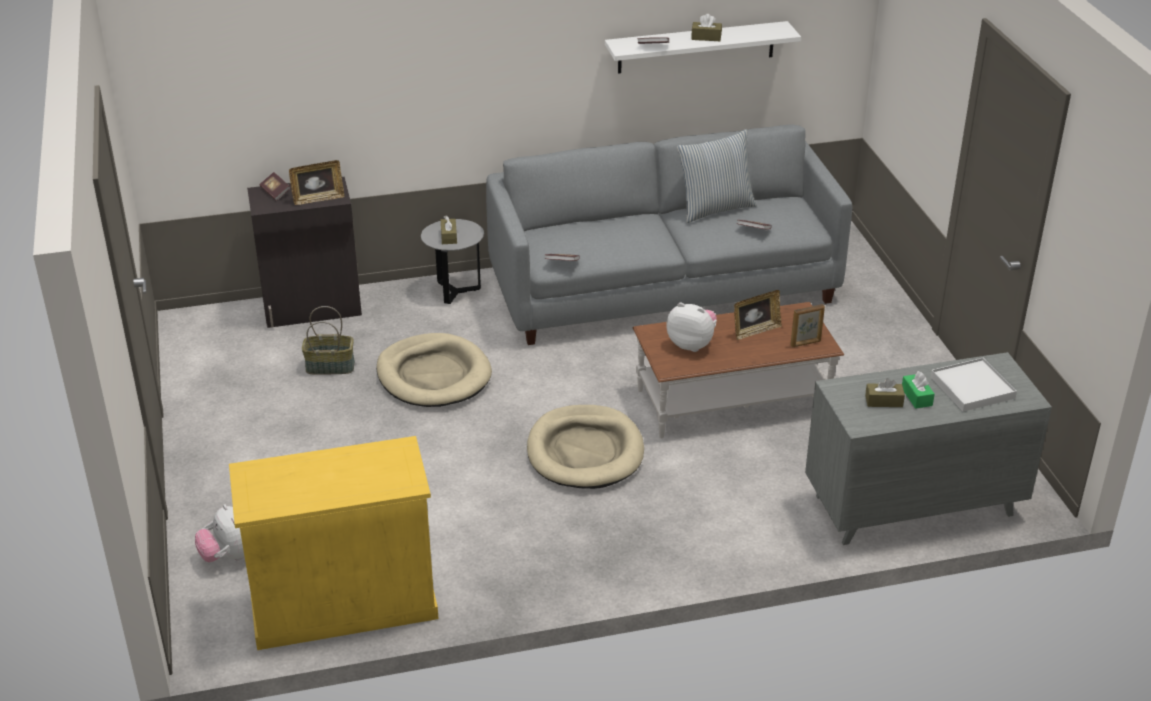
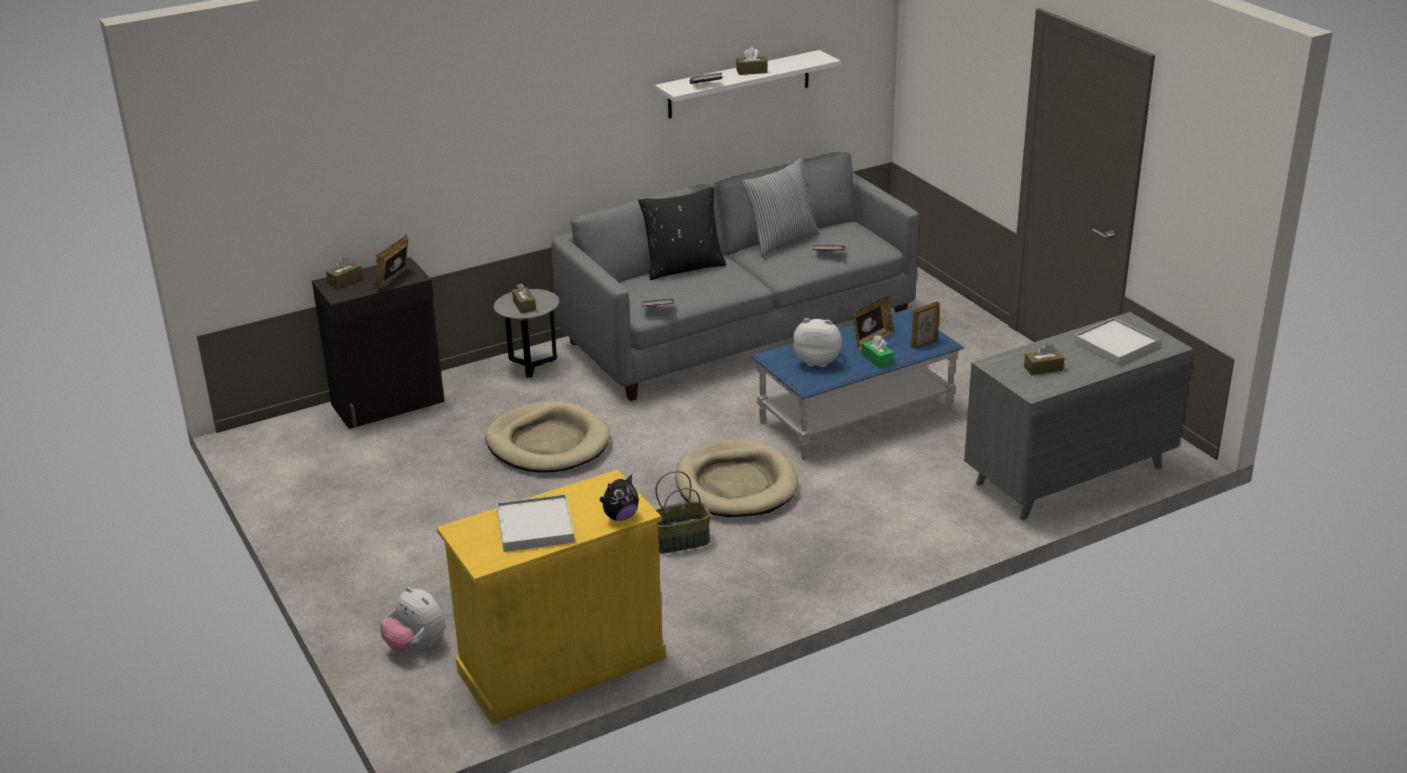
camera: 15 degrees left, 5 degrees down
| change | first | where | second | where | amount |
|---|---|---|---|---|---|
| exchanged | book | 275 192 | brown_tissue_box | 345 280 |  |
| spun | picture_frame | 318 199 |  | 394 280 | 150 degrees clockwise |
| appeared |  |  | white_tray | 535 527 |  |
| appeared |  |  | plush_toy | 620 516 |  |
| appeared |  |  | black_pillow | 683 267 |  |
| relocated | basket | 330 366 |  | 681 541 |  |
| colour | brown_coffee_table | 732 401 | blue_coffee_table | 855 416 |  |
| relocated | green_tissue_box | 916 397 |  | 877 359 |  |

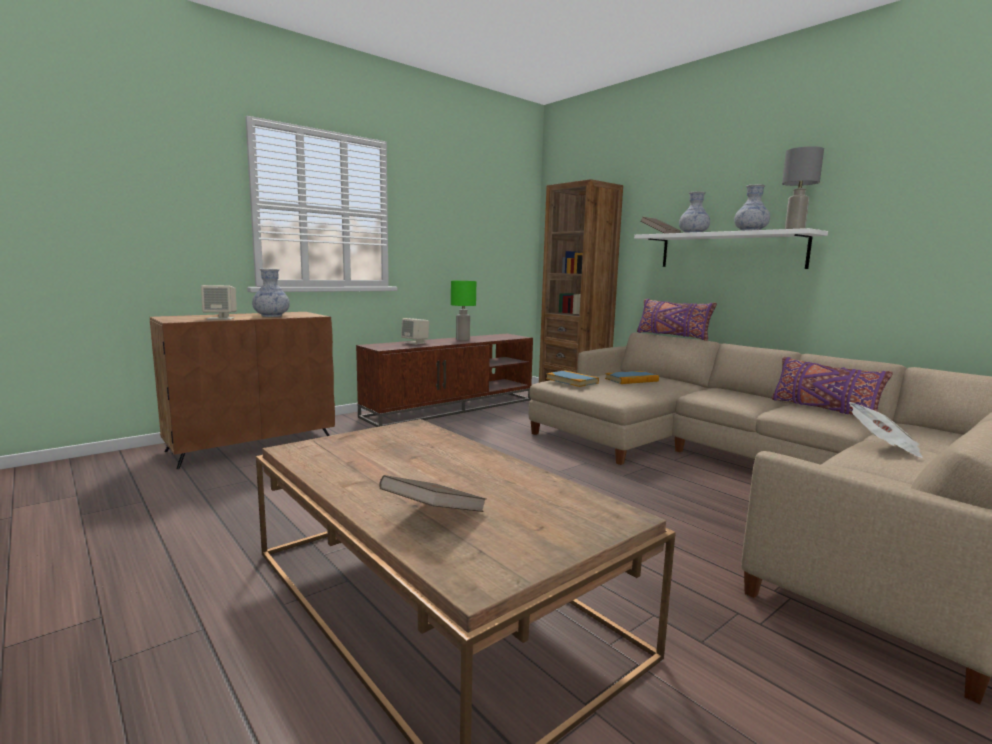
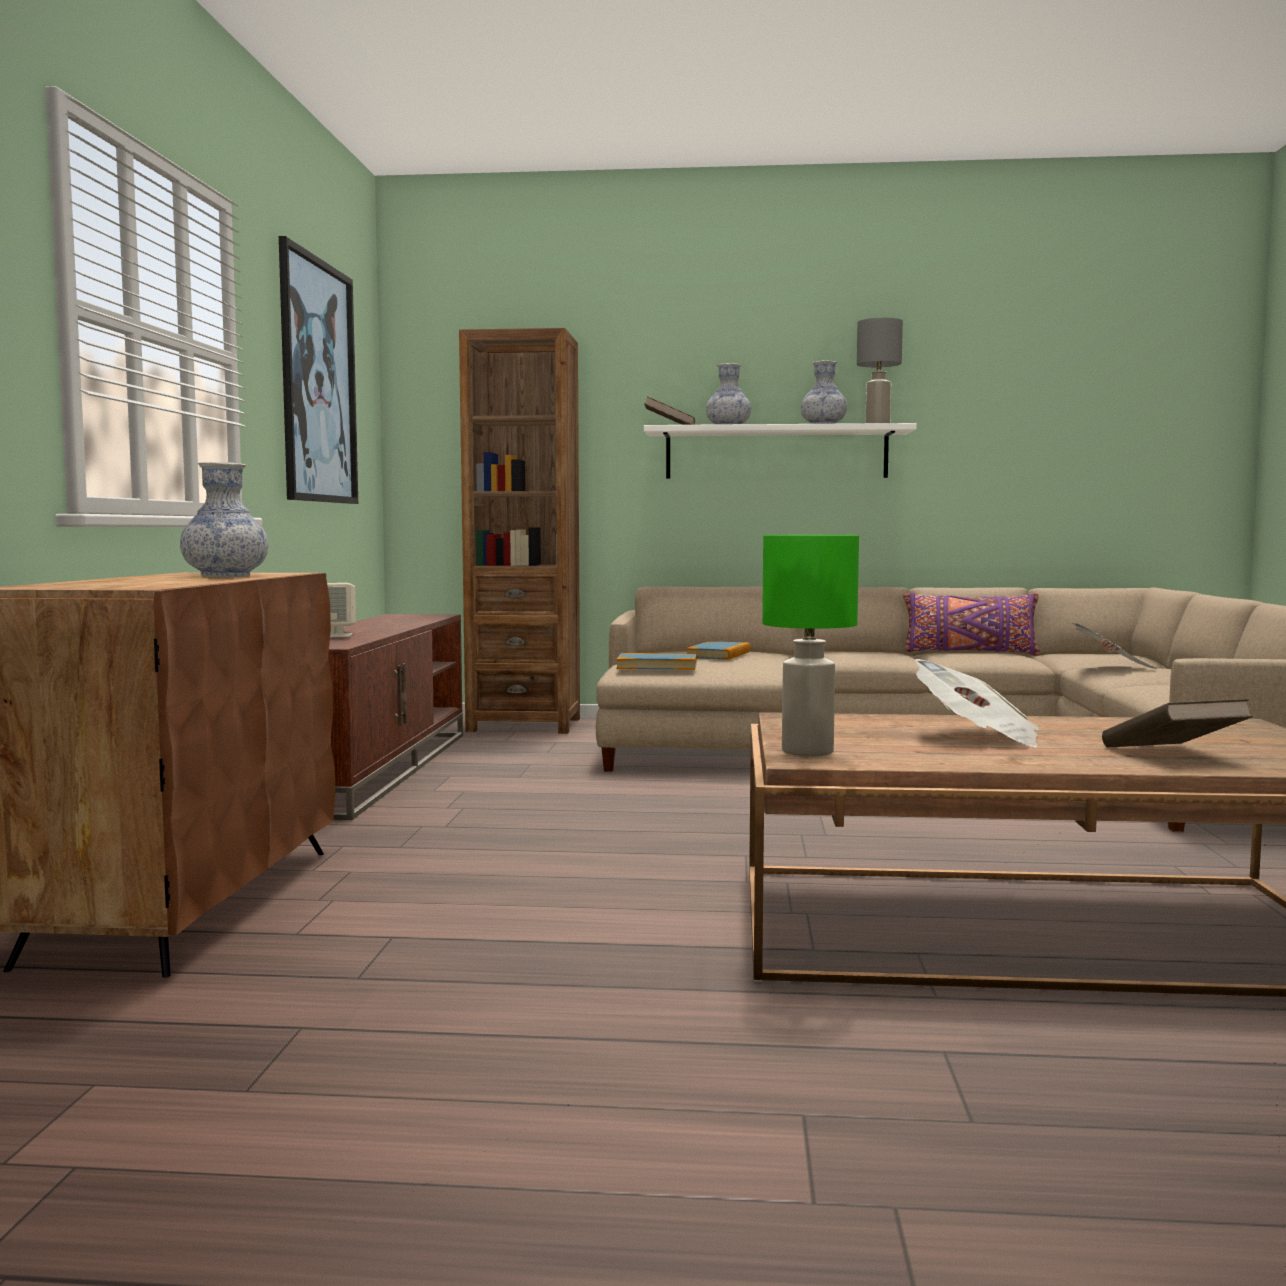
camera: 45 degrees left, 5 degrees down
| change | first | where | second | where | amount |
|---|---|---|---|---|---|
| appeared |  |  | picture | 318 382 |  |
| relocated | green_table_lamp | 462 339 |  | 808 752 |  |
| appeared |  |  | newspaper | 978 737 |  |
| missing | beige_speaker | 221 318 |  |  |  |
| missing | purple_pillow | 672 336 |  |  |  |

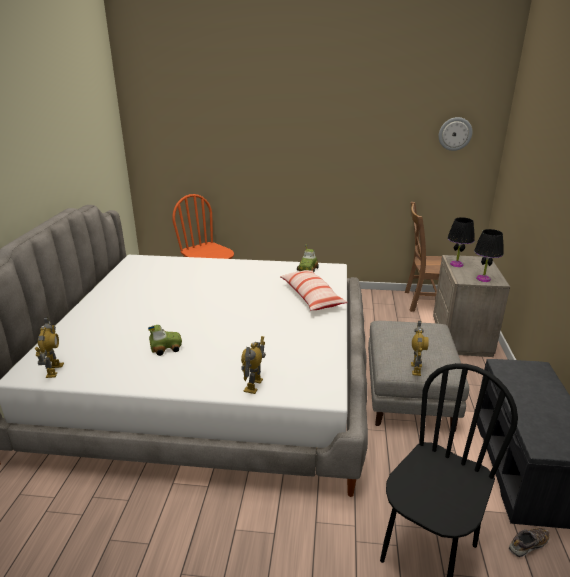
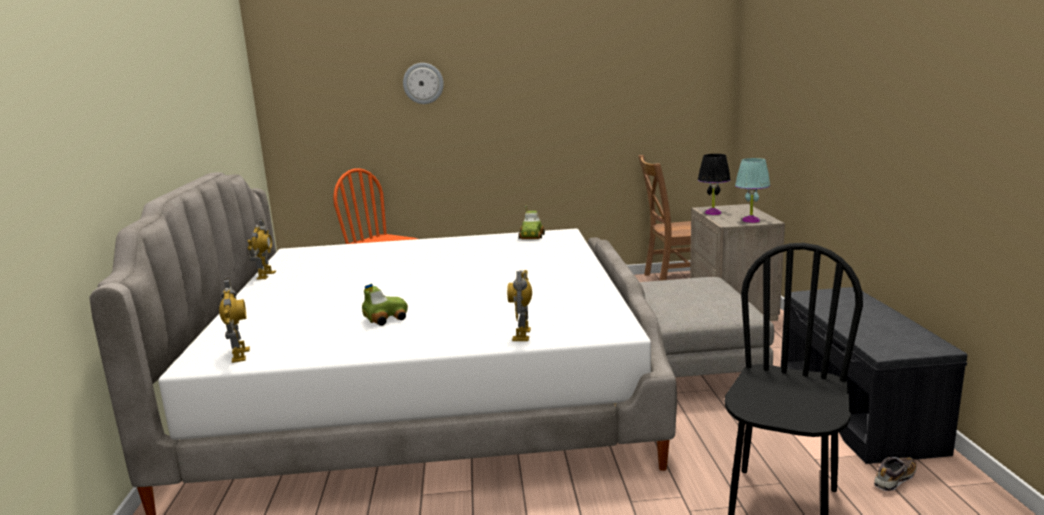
camera: 10 degrees left, 10 degrees down
| change | first | where | second | where | amount |
|---|---|---|---|---|---|
| relocated | toy_robot | 416 369 |  | 265 275 |  |
| relocated | wall_clock | 455 134 |  | 423 83 |  |
| colour | black_table_lamp | 483 279 | turquoise_table_lamp | 751 220 |  |
| missing | pillow | 311 297 |  |  |  |

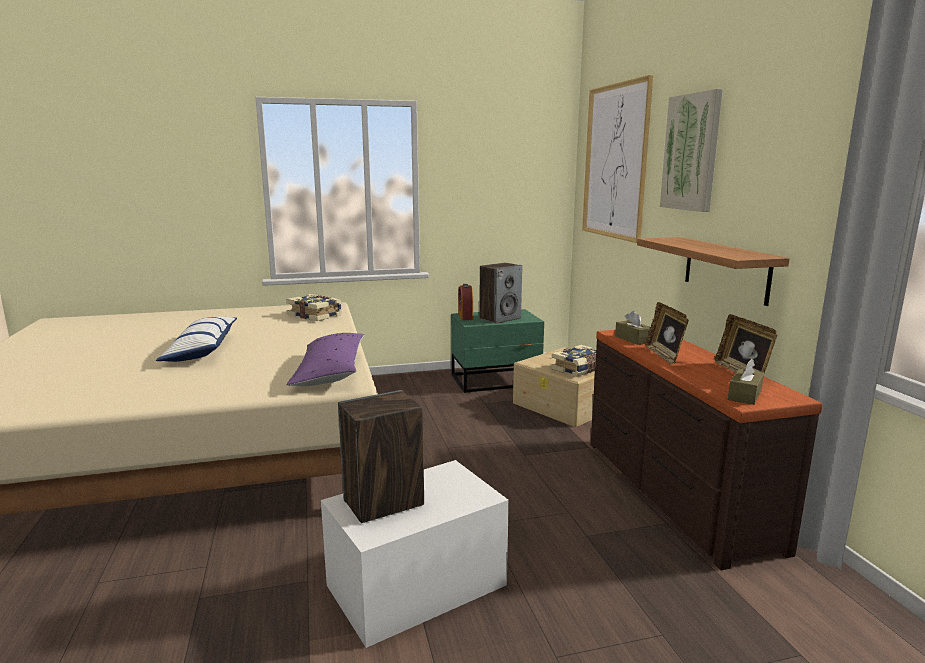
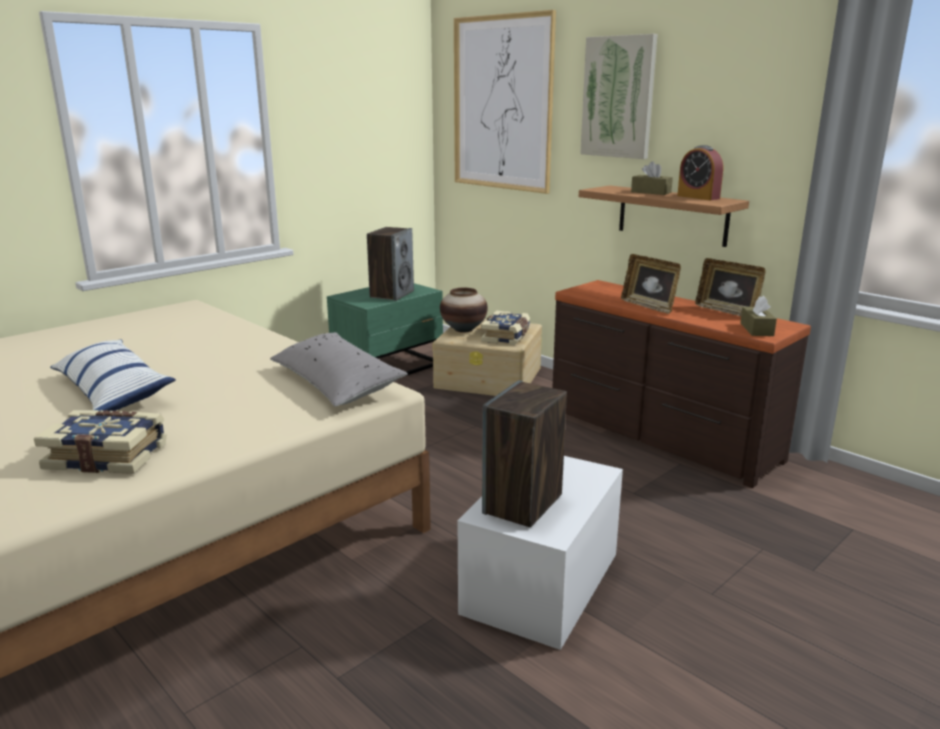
camera: 30 degrees left, 5 degrees up
| change | first | where | second | where | amount |
|---|---|---|---|---|---|
| relocated | book | 315 315 |  | 108 456 |  |
| colour | purple_pillow | 330 371 | grey_pillow | 336 383 |  |
| appeared |  |  | vase | 463 329 |  |
| relocated | brown_tissue_box | 633 339 |  | 651 192 |  |
| relocated | alarm_clock | 465 316 |  | 698 197 |  |

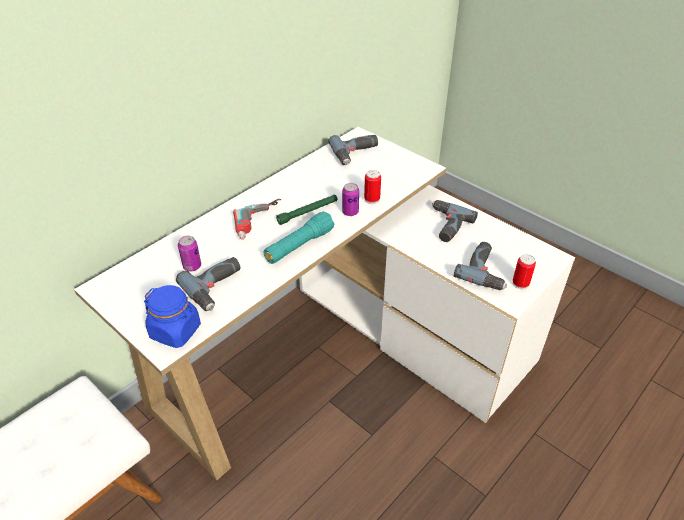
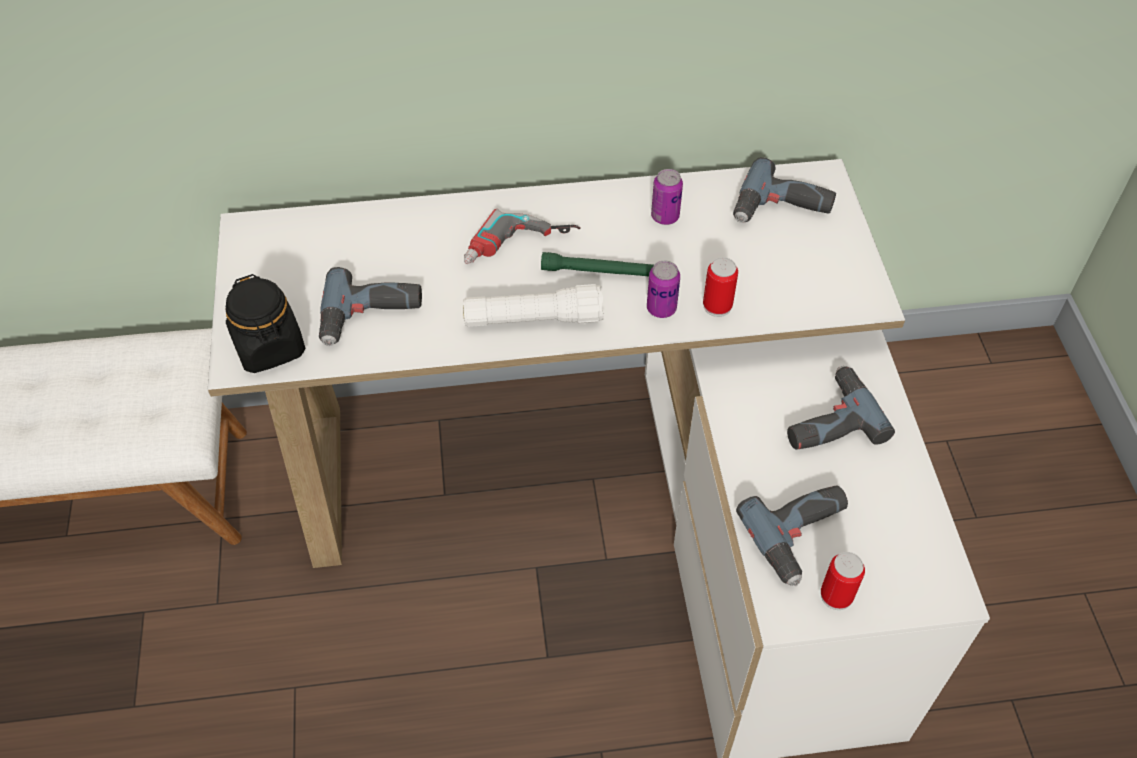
camera: 40 degrees right, 10 degrees up
| change | first | where | second | where | amount |
|---|---|---|---|---|---|
| colour | blue_jar | 176 331 | black_jar | 269 347 |  |
| colour | turquoise_flashlight | 299 246 | white_flashlight | 533 319 |  |
| relocated | can | 192 266 |  | 665 216 |  |

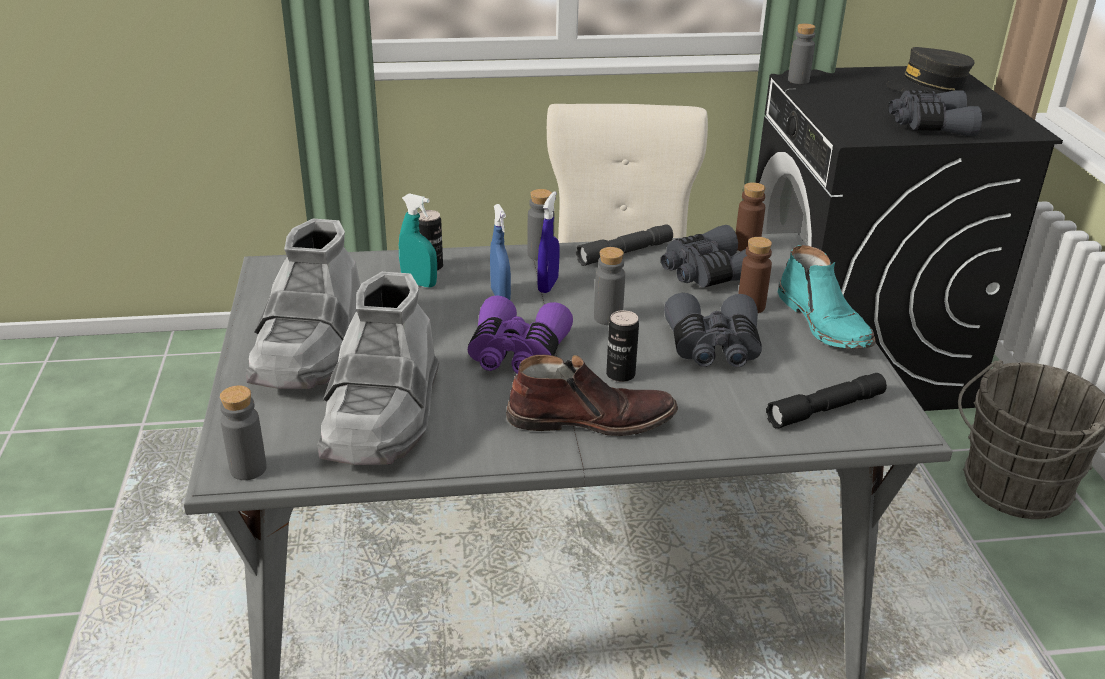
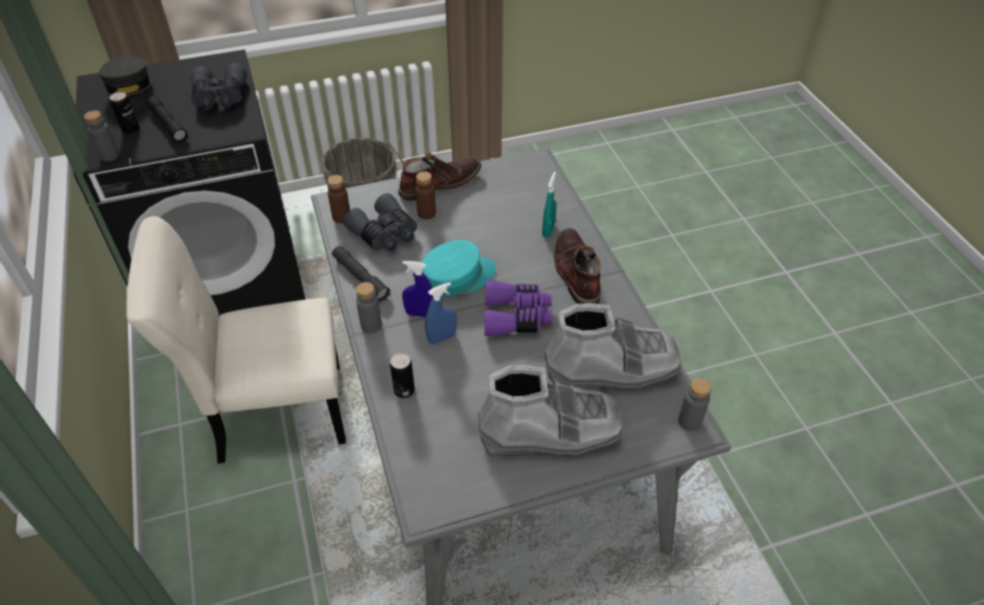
camera: 100 degrees left, 15 degrees up
| change | first | where | second | where | amount |
|---|---|---|---|---|---|
| relocated | can | 620 375 |  | 130 129 |  |
| relocated | black_flashlight | 825 409 |  | 168 124 |  |
| colour | turquoise_boot | 825 323 | brown_boot | 439 183 |  |
| exchanged | grey_bottle | 608 318 | turquoise_cap | 458 277 |  |
| relocated | turquoise_spray_bottle | 419 283 |  | 548 230 |  |
| missing | grey_binoculars | 713 347 |  |  |  |

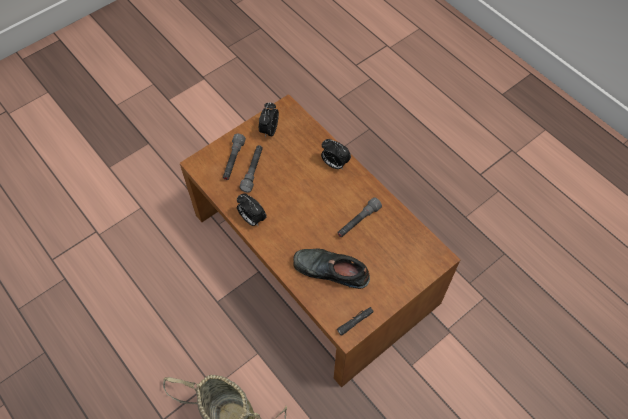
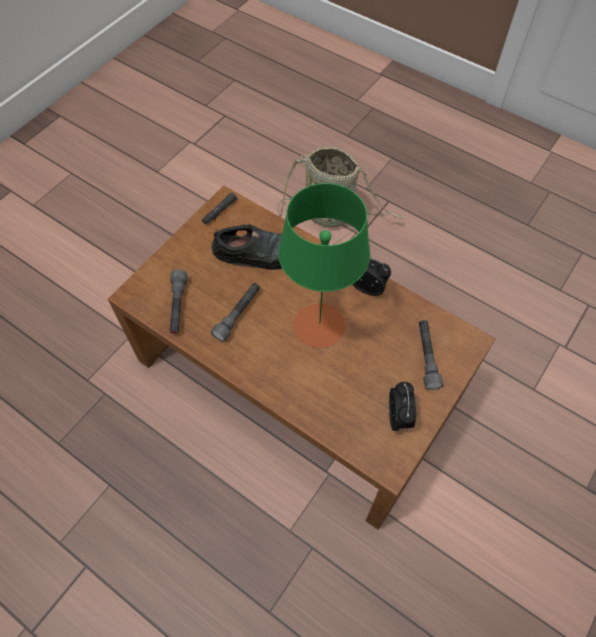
camera: 165 degrees right, 0 degrees up
| change | first | where | second | where | amount |
|---|---|---|---|---|---|
| relocated | grey_flashlight | 253 171 |  | 178 306 |  |
| appeared |  |  | green_table_lamp | 319 325 |  |
| missing | alarm_clock | 334 164 |  |  |  |

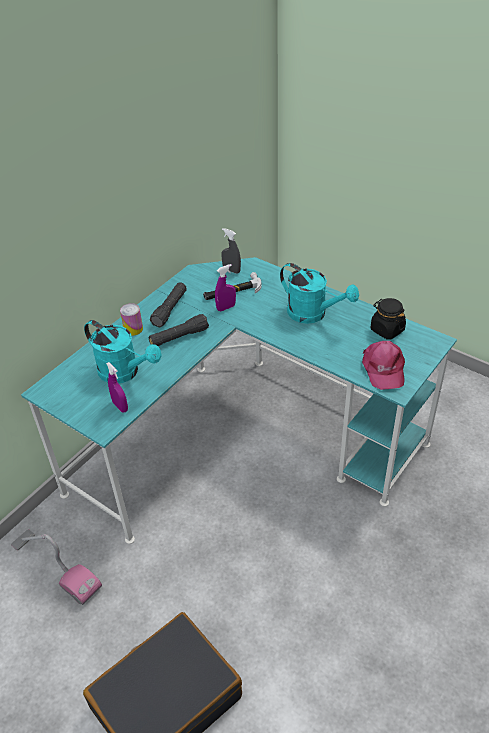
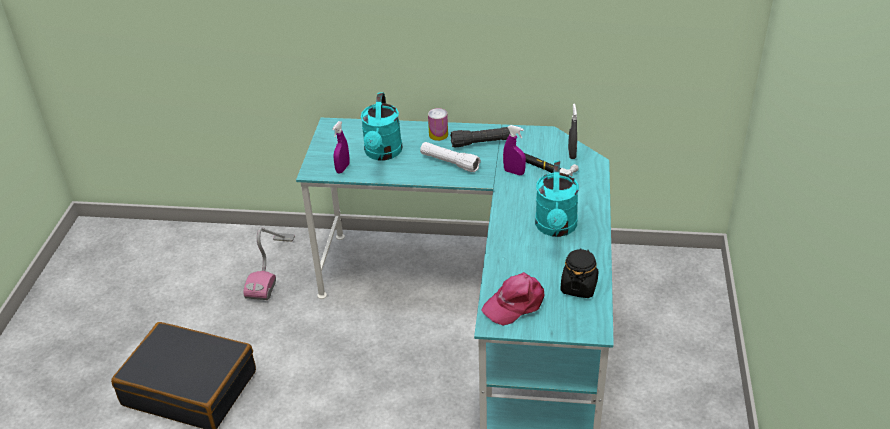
camera: 60 degrees right, 5 degrees down
| change | first | where | second | where | amount |
|---|---|---|---|---|---|
| colour | black_flashlight | 179 337 | white_flashlight | 449 163 |  |

